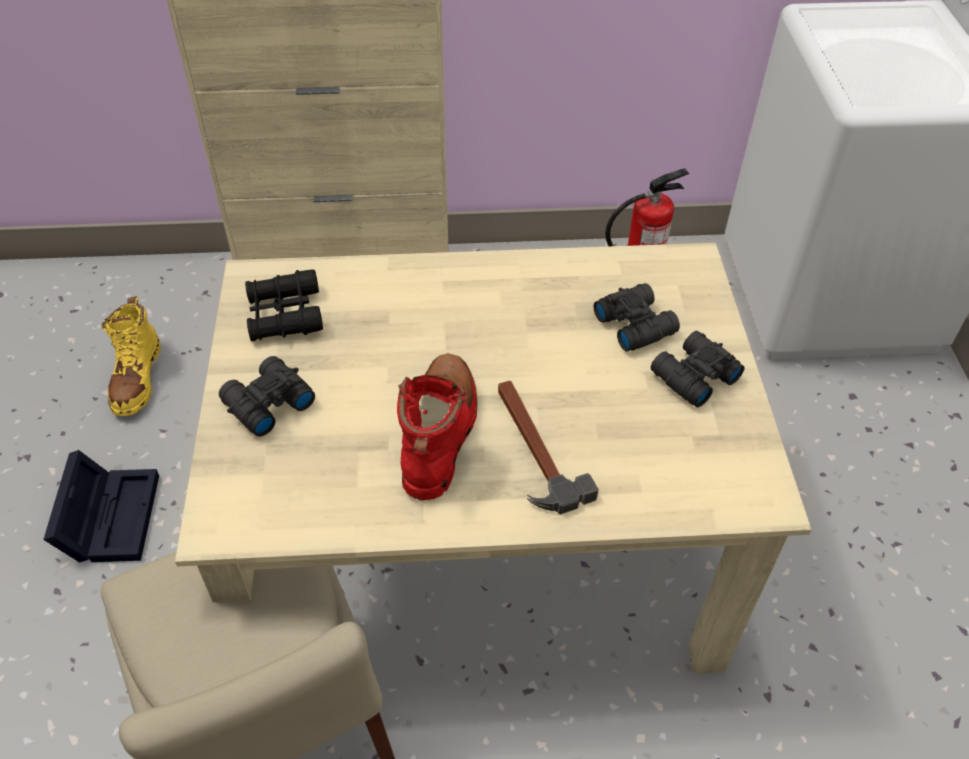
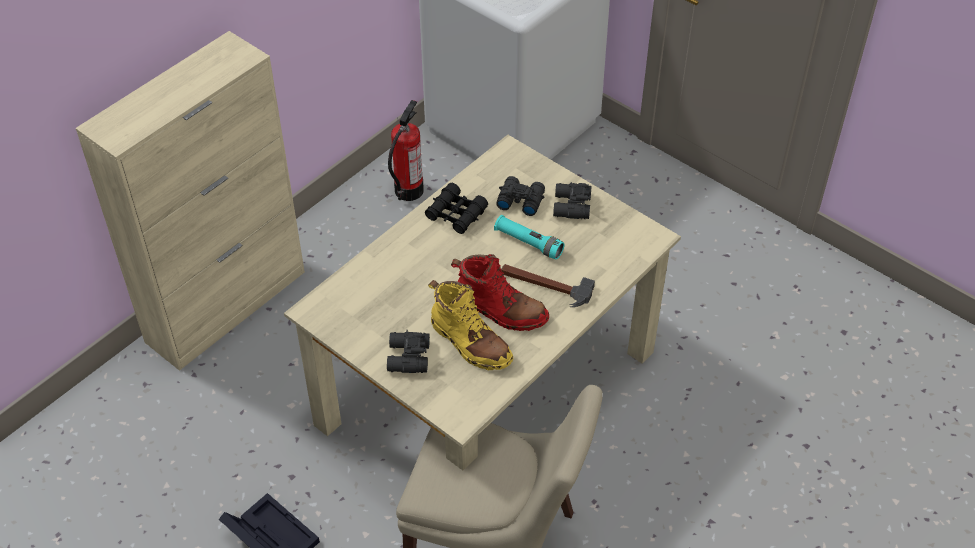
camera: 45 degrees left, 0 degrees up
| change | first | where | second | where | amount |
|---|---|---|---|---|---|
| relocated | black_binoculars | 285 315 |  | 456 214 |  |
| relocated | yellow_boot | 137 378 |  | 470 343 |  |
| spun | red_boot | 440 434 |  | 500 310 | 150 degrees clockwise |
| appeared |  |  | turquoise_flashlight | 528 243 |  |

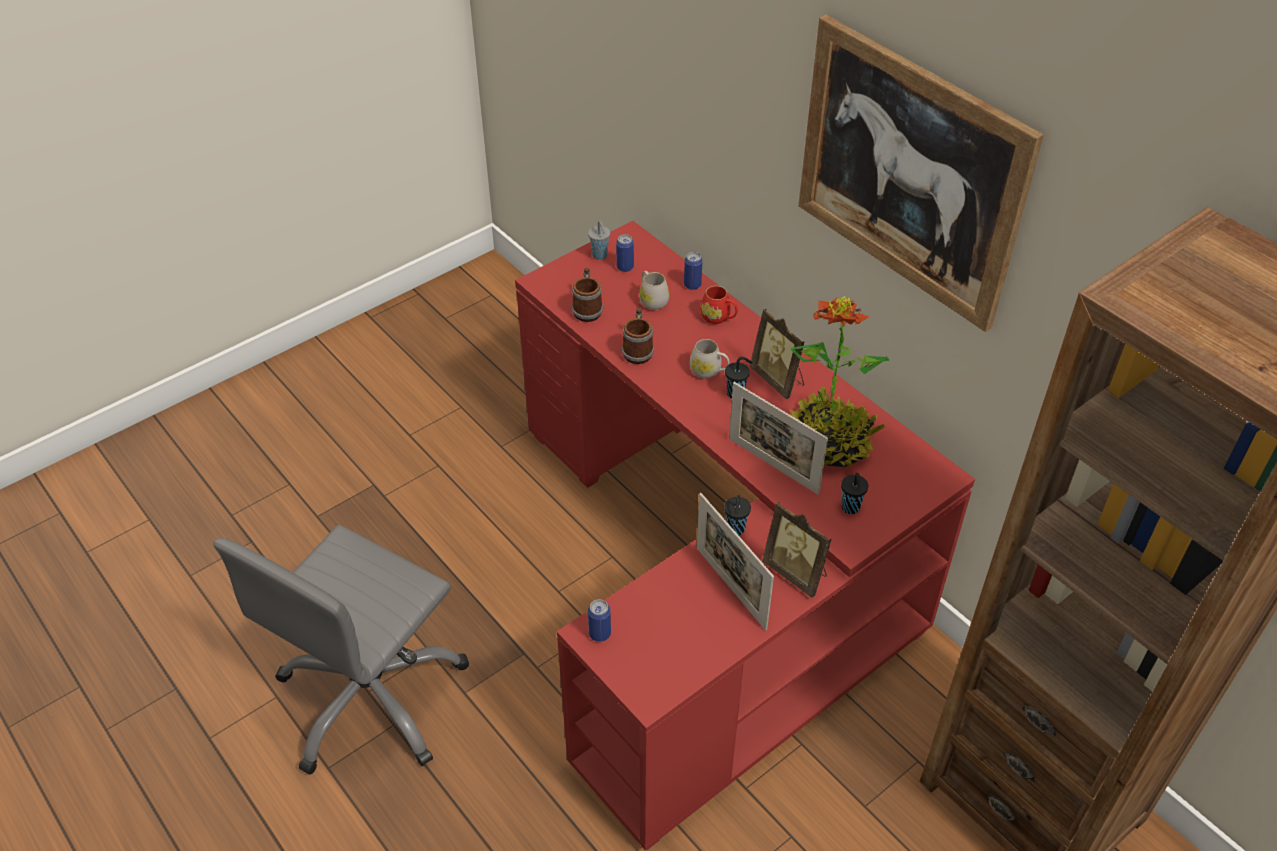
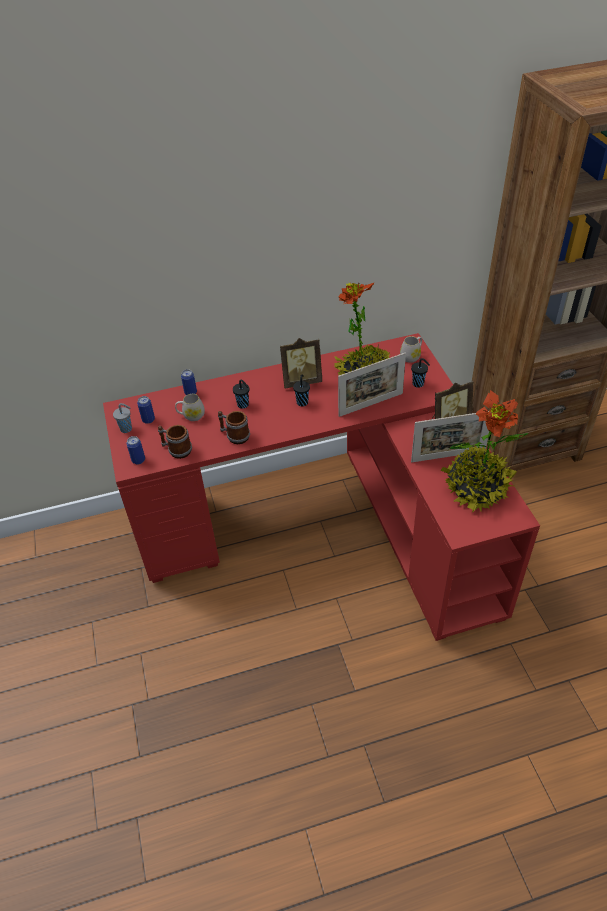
camera: 65 degrees left, 0 degrees up
| change | first | where | second | where | amount |
|---|---|---|---|---|---|
| relocated | can | 599 633 |  | 138 460 |  |
| relocated | black_cup | 735 530 |  | 243 405 |  |
| relocated | white_mug | 709 371 |  | 411 356 |  |
| appeared |  |  | potted_plant | 476 488 |  |
| missing | grey_office_chair | 372 697 |  |  |  |
| missing | red_mug | 718 318 |  |  |  |
| missing | picture | 909 172 |  |  |  |

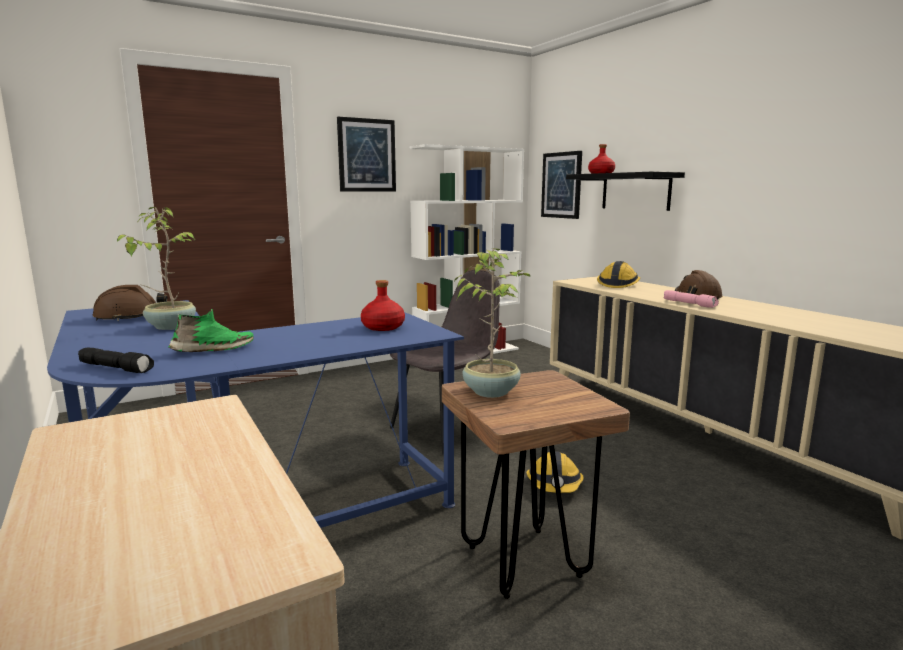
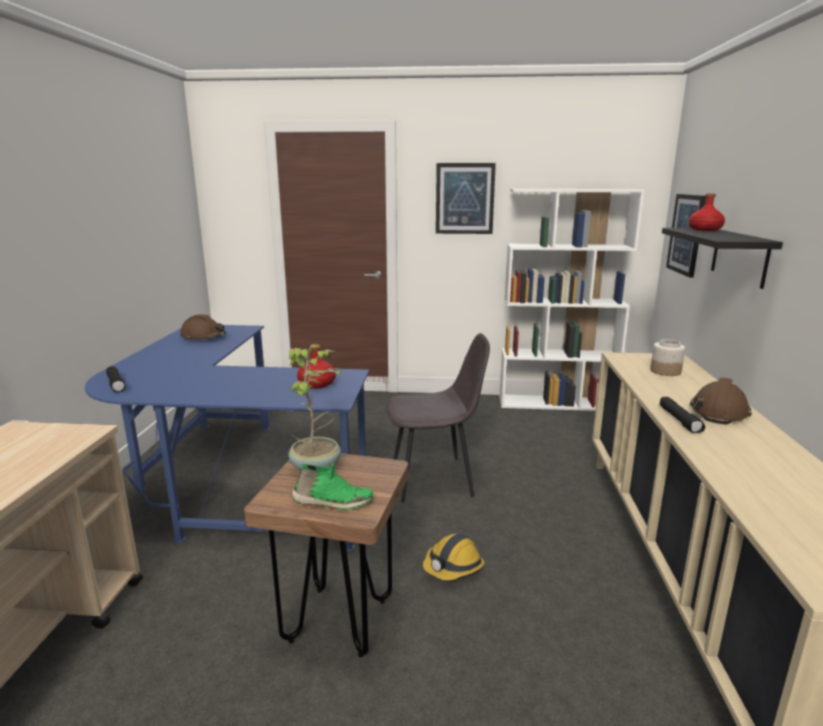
camera: 35 degrees right, 5 degrees up
| change | first | where | second | where | amount |
|---|---|---|---|---|---|
| relocated | green_shoe | 213 350 |  | 332 502 |  |
| exchanged | hard_hat | 618 284 | jar | 665 371 |  |
| colour | pink_flashlight | 690 304 | black_flashlight | 680 420 |  |
| missing | potted_plant | 170 326 |  |  |  |

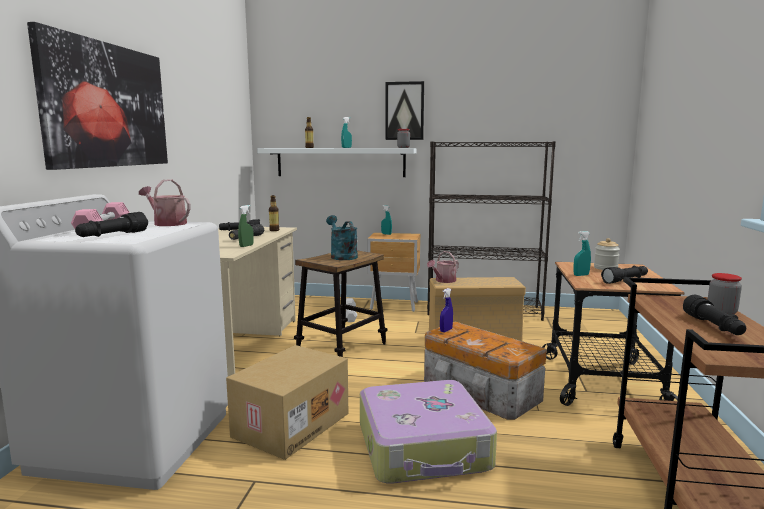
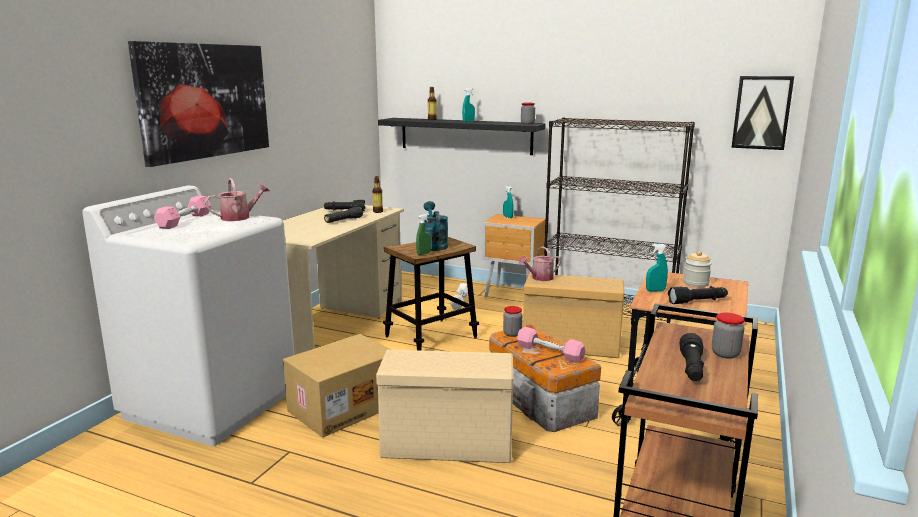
camera: 15 degrees right, 5 degrees up
| change | first | where | second | where | amount |
|---|---|---|---|---|---|
| spun | watering_can | 167 223 |  | 239 217 | 105 degrees clockwise |
| exchanged | suitcase | 424 447 | beige_storage_box | 449 445 |  |
| colour | white_shelf | 340 162 | black_shelf | 465 135 |  |
| relocated | green_spray_bottle | 246 246 |  | 424 253 |  |
| exchanged | blue_spray_bottle | 446 330 | jar | 512 334 |  |
| appeared |  |  | pink_dumbbell | 549 352 |  |
| relocated | picture | 404 111 |  | 761 112 |  |
| missing | black_flashlight | 112 236 |  |  |  |

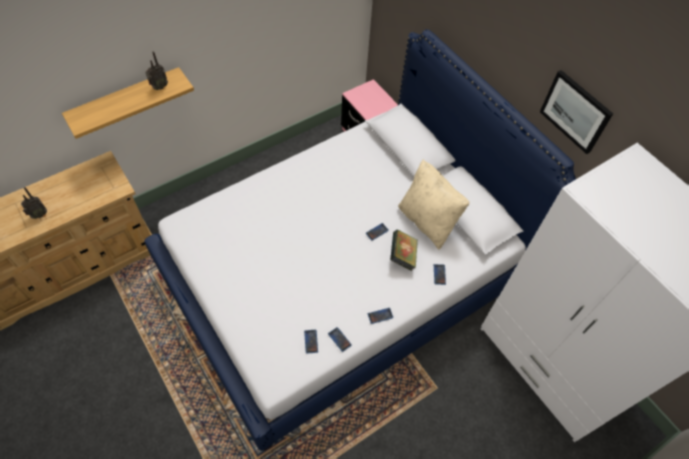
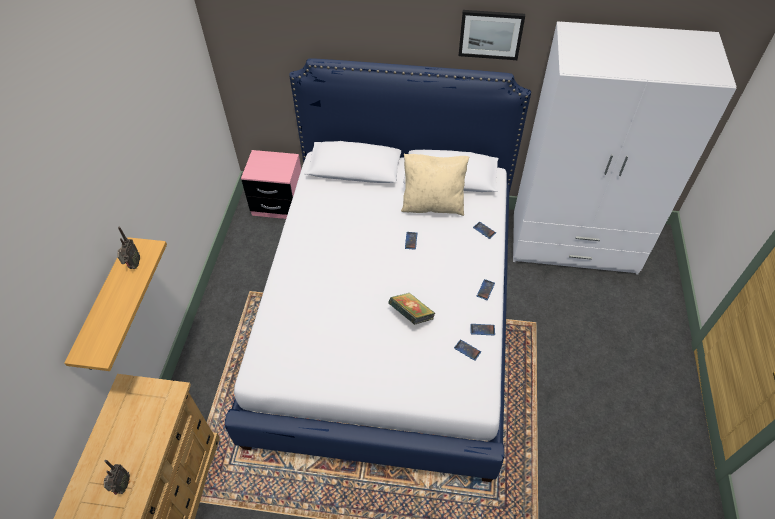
camera: 45 degrees left, 5 degrees down
| change | first | where | second | where | amount |
|---|---|---|---|---|---|
| relocated | book | 402 256 |  | 411 315 |  |

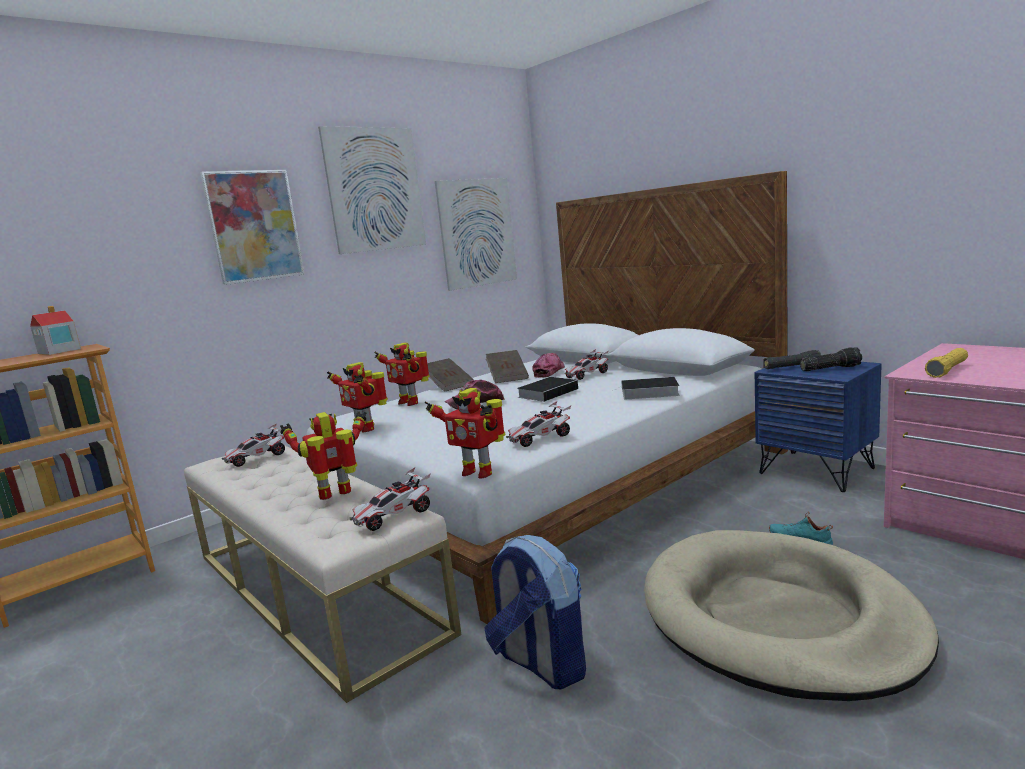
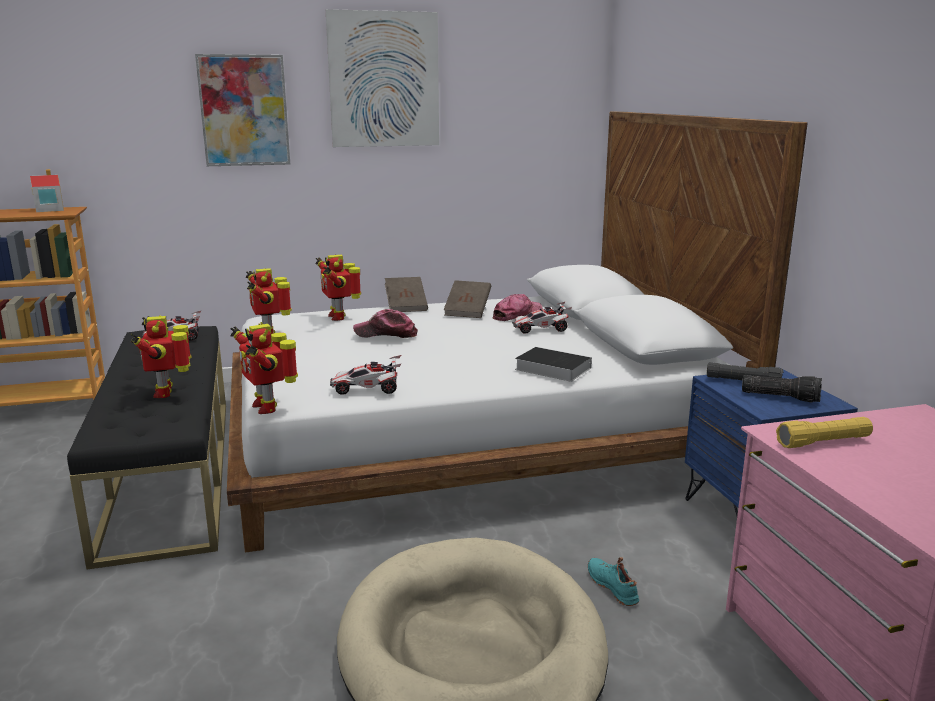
camera: 25 degrees right, 5 degrees up
| change | first | where | second | where | amount |
|---|---|---|---|---|---|
| colour | beige_bench | 314 591 | black_bench | 170 471 |  |
| spun | toy_robot | 337 494 |  | 166 392 | 105 degrees counterclockwise |
| missing | toy_car | 393 516 |  |  |  |
| missing | picture | 477 233 |  |  |  |
| missing | backpack | 540 664 |  |  |  |
| missing | book | 548 392 |  |  |  |

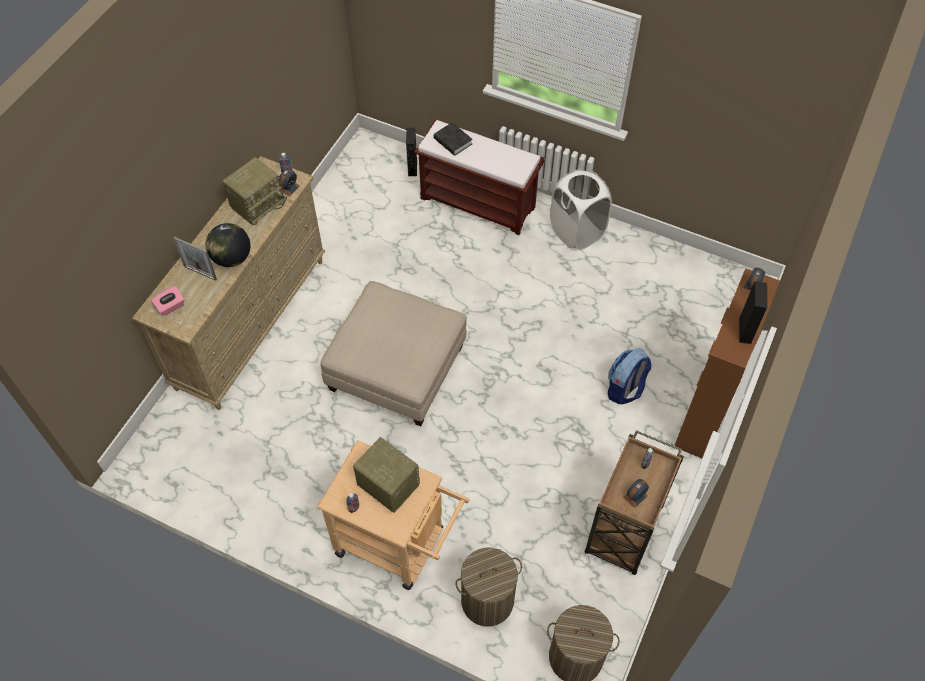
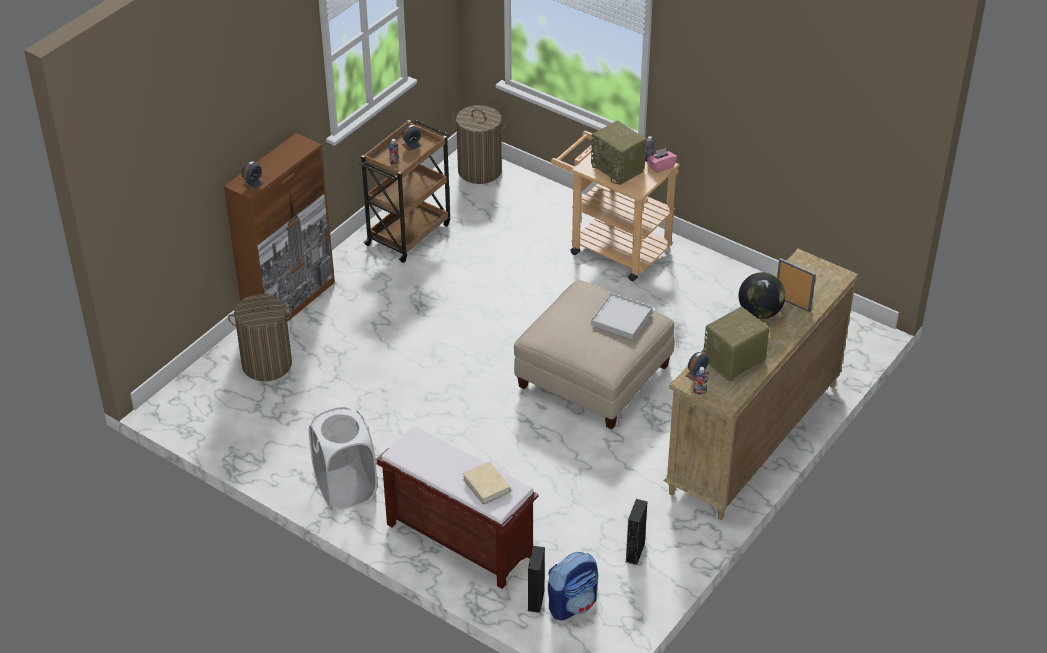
camera: 170 degrees left, 15 degrees down
| change | first | where | second | where | amount |
|---|---|---|---|---|---|
| relocated | laundry_basket | 487 600 |  | 267 364 |  |
| colour | black_book | 453 141 | beige_book | 486 486 |  |
| relocated | backpack | 625 389 |  | 573 604 |  |
| appeared |  |  | white_tray | 621 318 |  |
| relocated | black_speaker | 745 330 |  | 635 552 |  |
| relocated | pink_tissue_box | 171 306 |  | 661 167 |  |

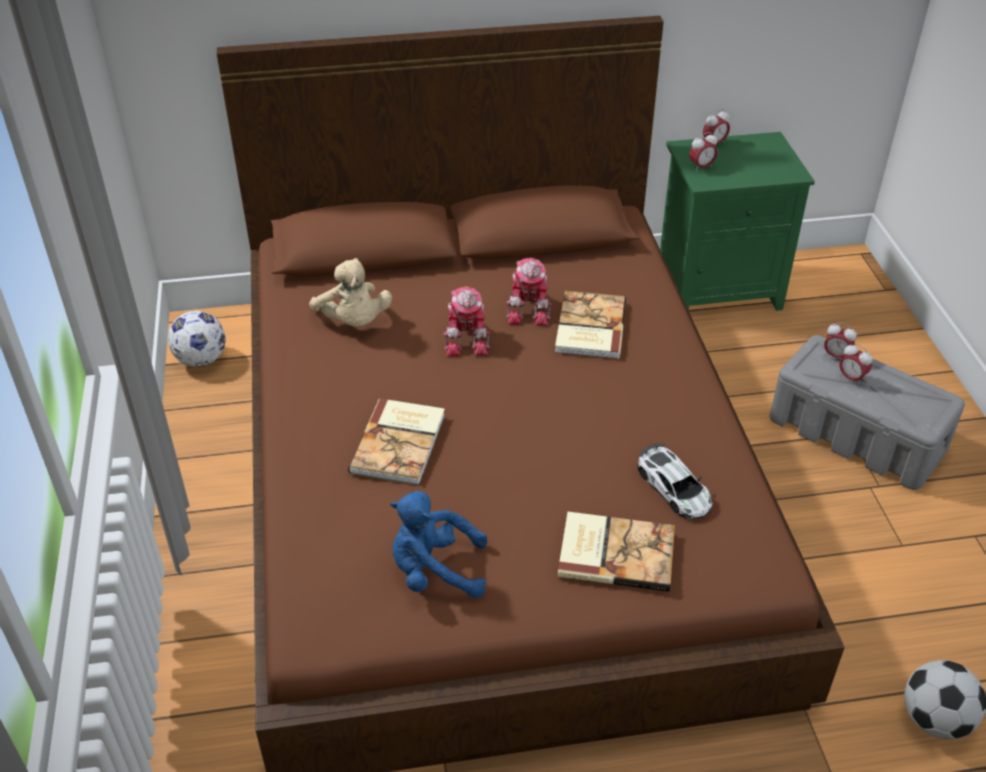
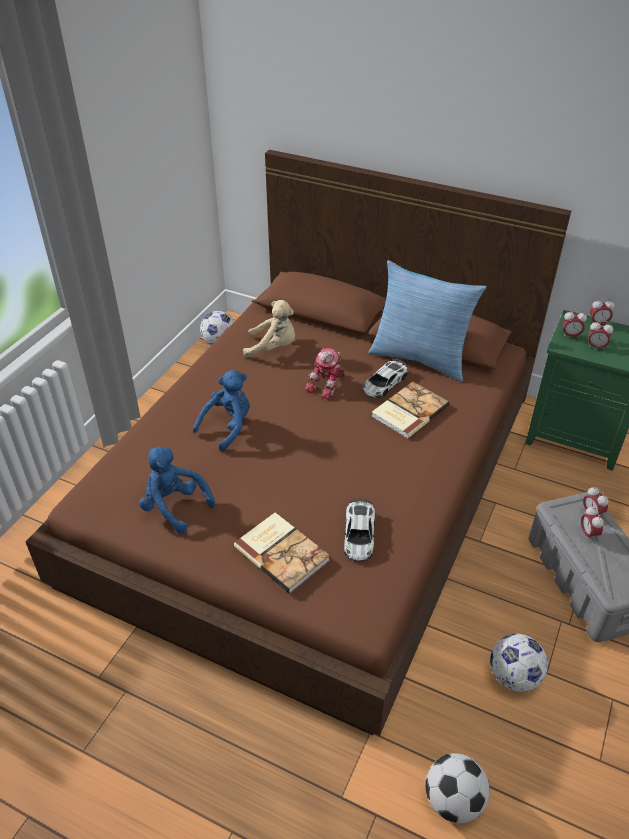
camera: 35 degrees right, 0 degrees up
| change | first | where | second | where | amount |
|---|---|---|---|---|---|
| exchanged | book | 401 443 | blue_plush_toy | 228 427 |  |
| spun | beige_plush_toy | 353 322 |  | 273 348 | 90 degrees counterclockwise |
| exchanged | toy_robot | 530 308 | toy_car | 384 383 |  |
| appeared |  |  | pillow | 420 358 |  |
| appeared |  |  | football | 514 676 |  |
| appeared |  |  | alarm_clock | 596 347 |  |

